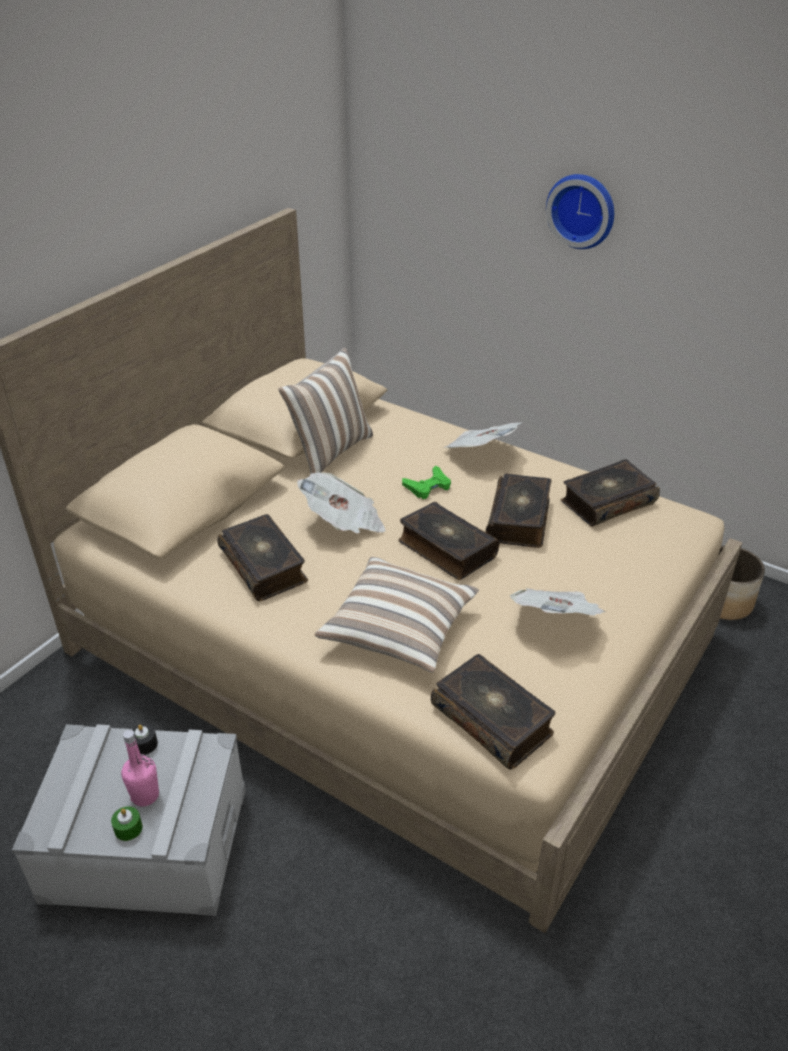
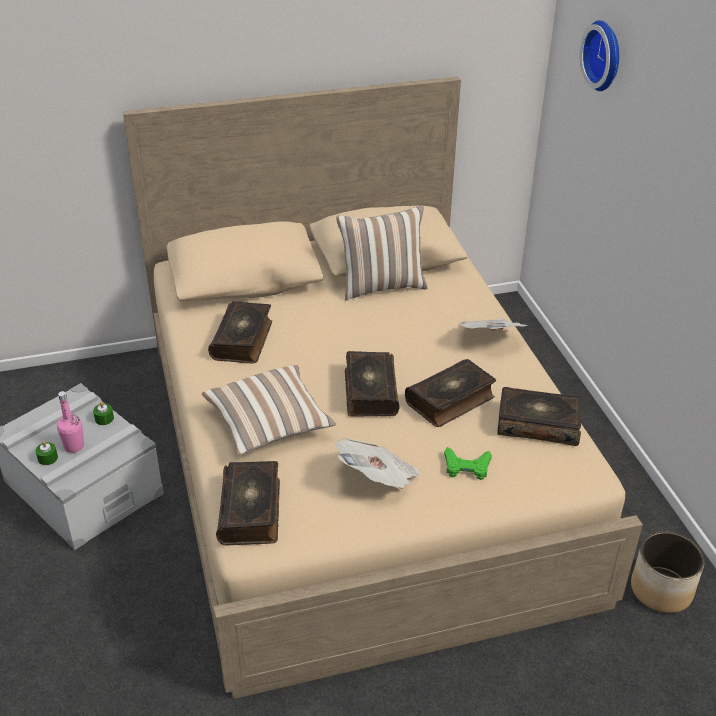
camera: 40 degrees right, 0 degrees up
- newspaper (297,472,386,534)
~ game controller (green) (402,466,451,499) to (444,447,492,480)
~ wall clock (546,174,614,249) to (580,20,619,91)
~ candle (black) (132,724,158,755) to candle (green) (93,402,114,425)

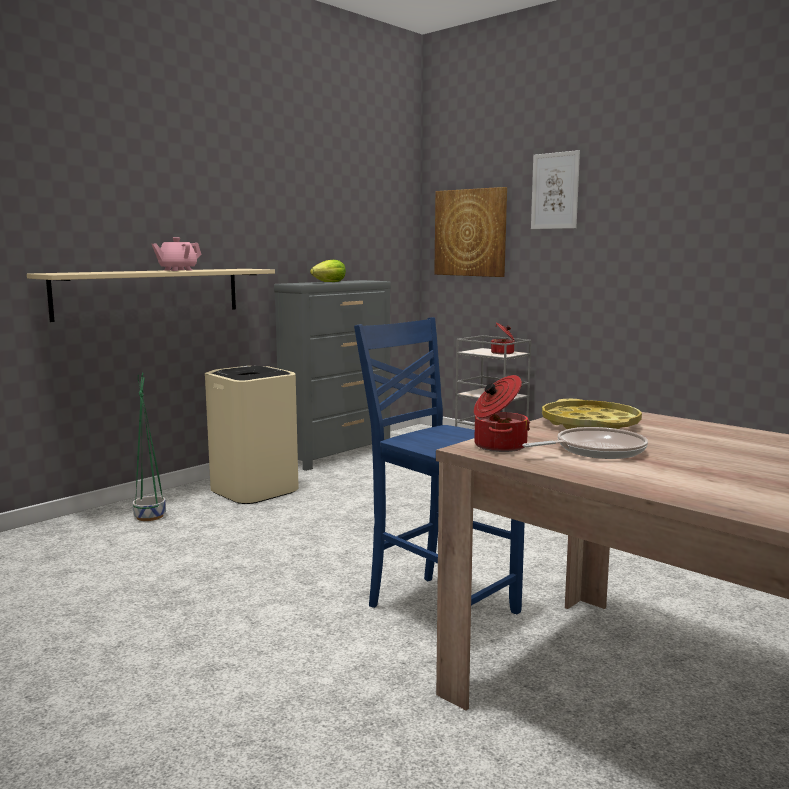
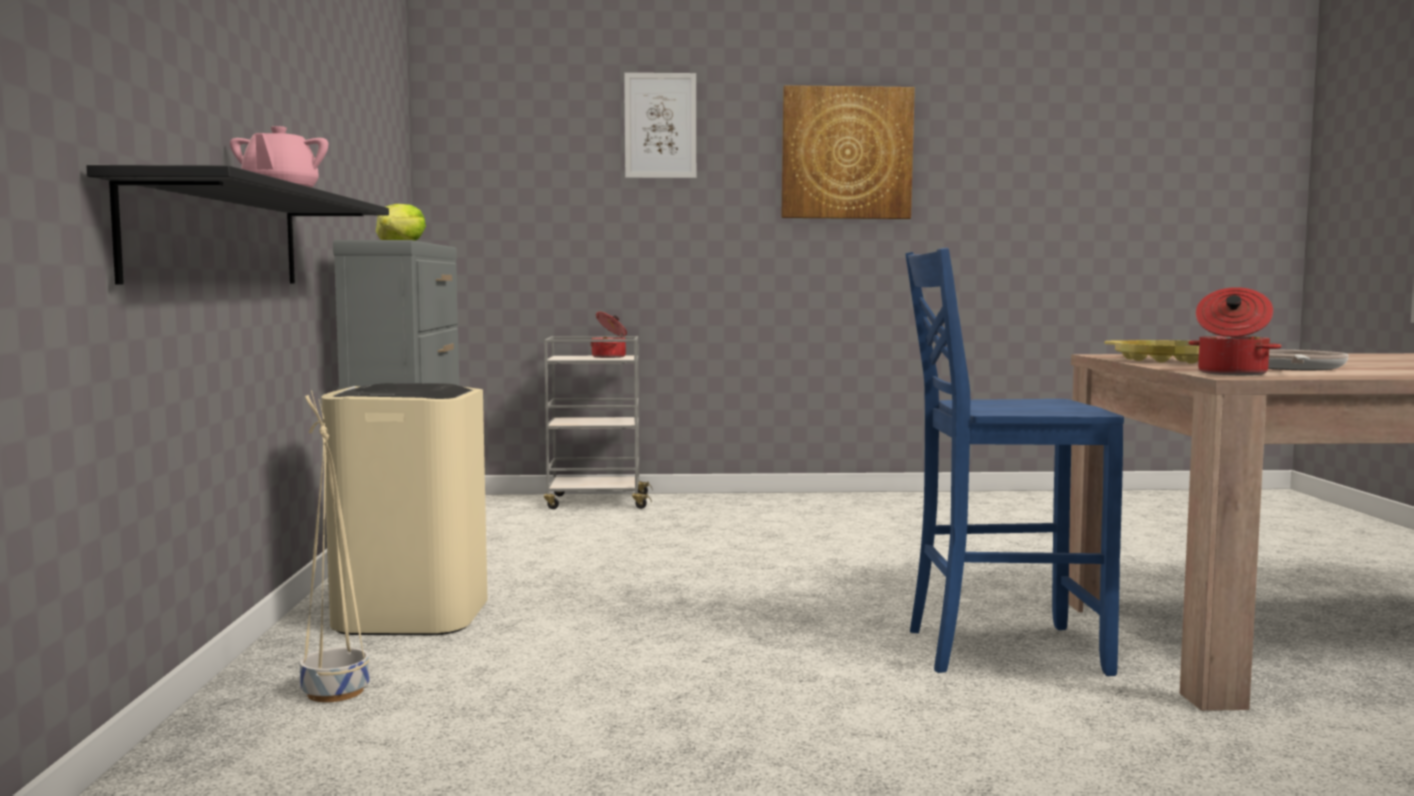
camera: 45 degrees left, 5 degrees down
~ picture (434,187,507,277) to (781,85,915,219)
~ shelf (beige) (27,269,275,322) to shelf (black) (87,165,389,284)
~ planter (green) (133,372,166,521) to planter (beige) (300,390,370,702)

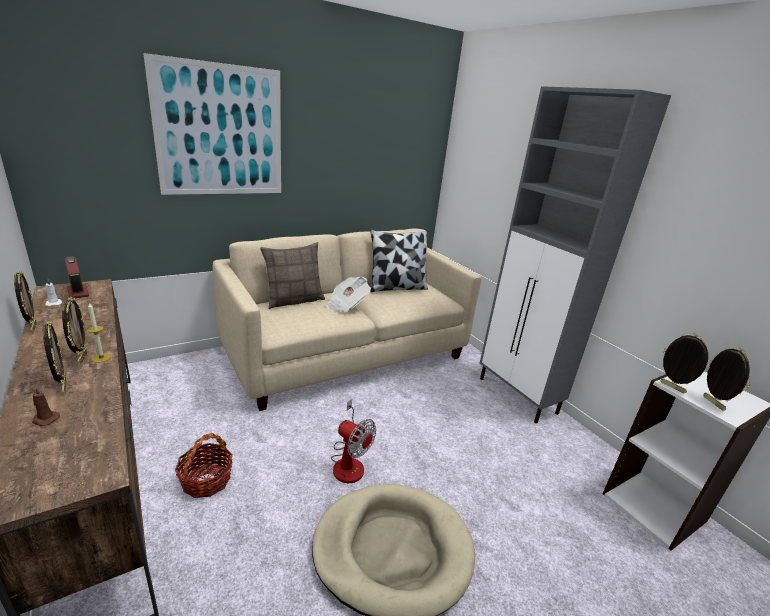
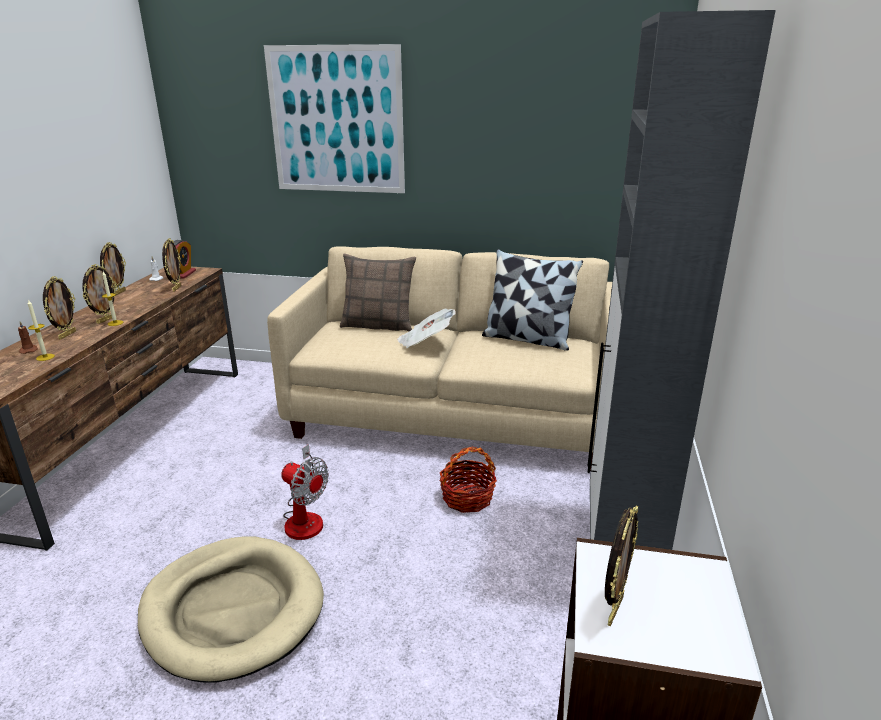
camera: 45 degrees right, 0 degrees up
+ candle (28,299,55,361)
~ basket (175,433,233,498) to (439,447,497,513)
~ picture frame (660,333,710,393) to (162,238,182,292)
~ fan (331,399,376,483) = (281,444,329,540) 45 degrees counterclockwise

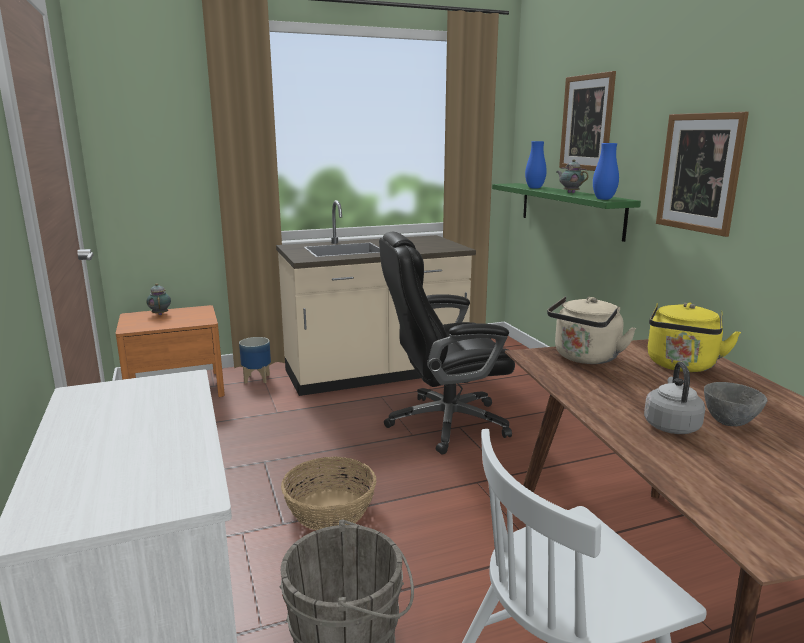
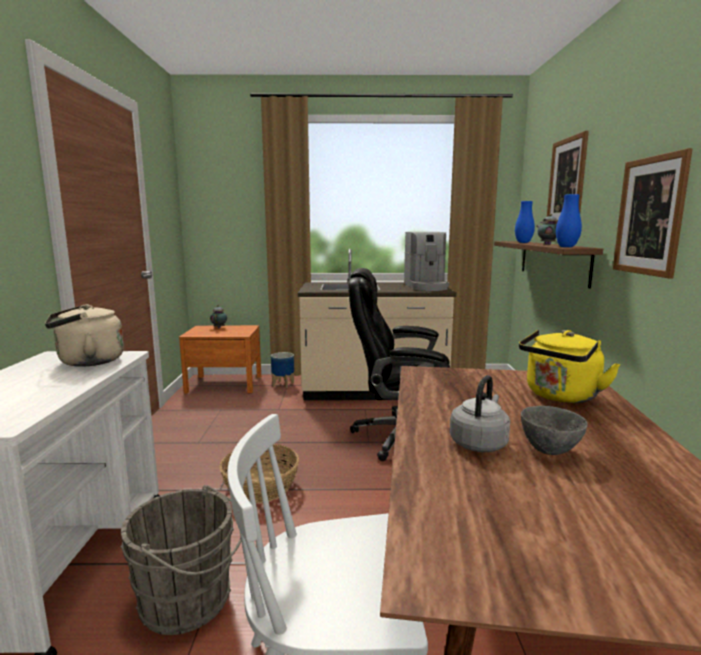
camera: 20 degrees right, 5 degrees down
+ coffee machine (404,232,449,291)
~ kettle (beige) (547,296,636,364) to (45,304,124,367)
~ shelf (green) (492,183,641,242) to shelf (brown) (494,241,603,288)

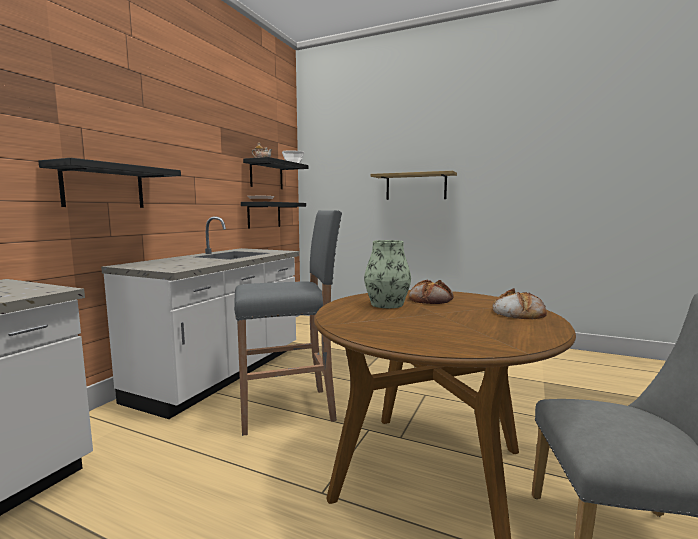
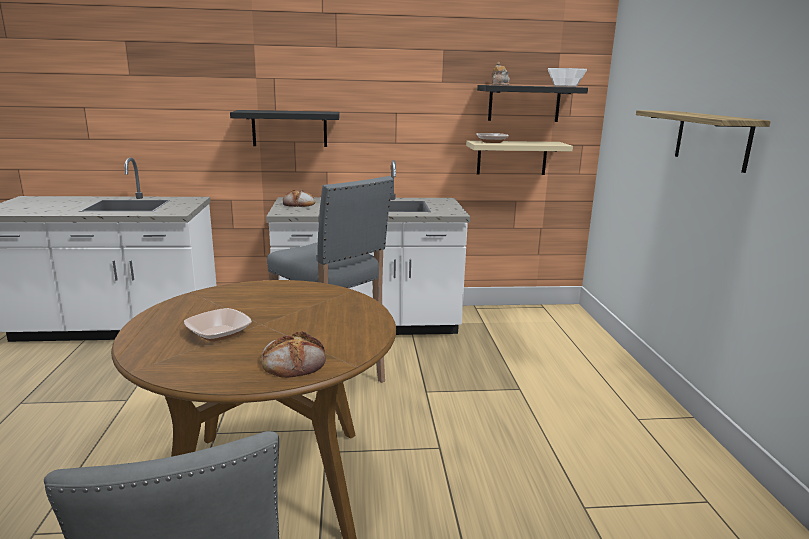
camera: 60 degrees right, 10 degrees up
- vase (364,240,411,308)
+ bowl (184,308,252,342)
~ bread (409,280,454,304) to (282,189,316,207)
~ shelf (black) (241,202,306,229) to shelf (beige) (466,141,573,175)

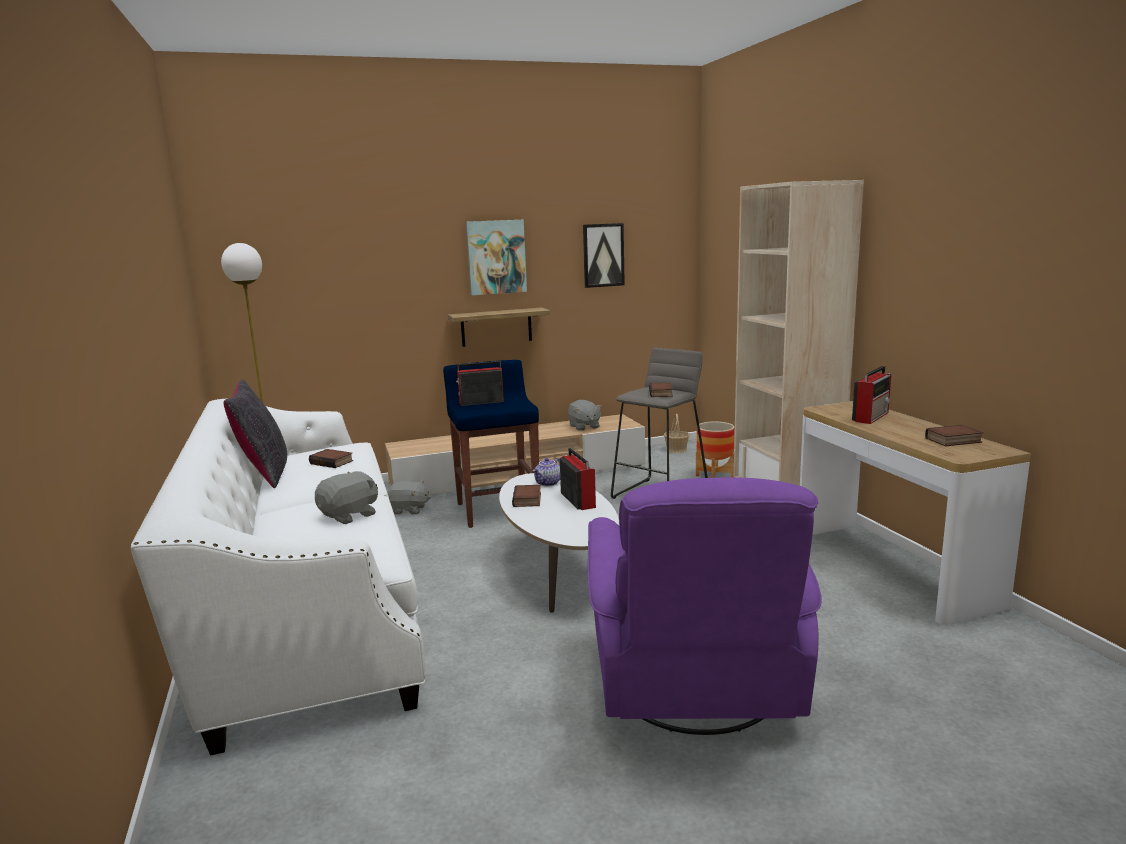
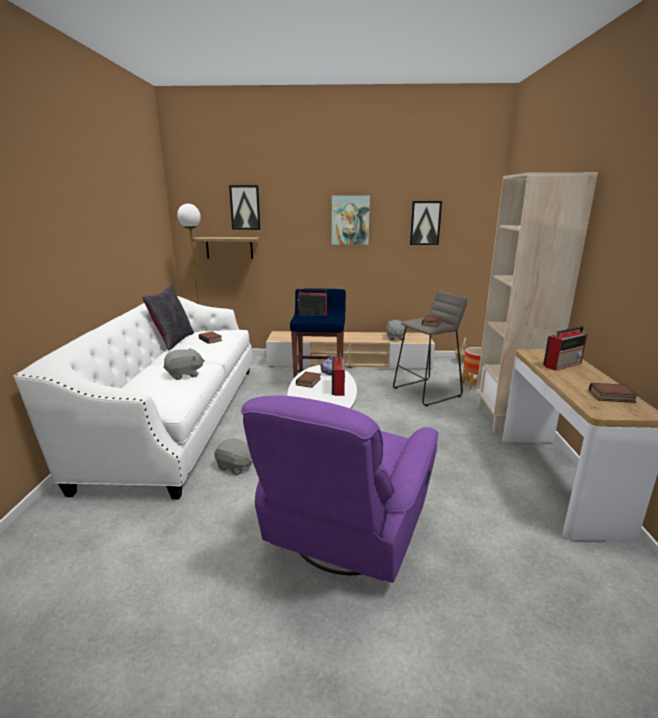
camera: 20 degrees right, 5 degrees up
+ picture (229,185,261,230)
~ plush toy (grey) (387,481,431,514) to (214,438,253,475)
~ shelf (448,308,550,347) to (192,237,260,259)

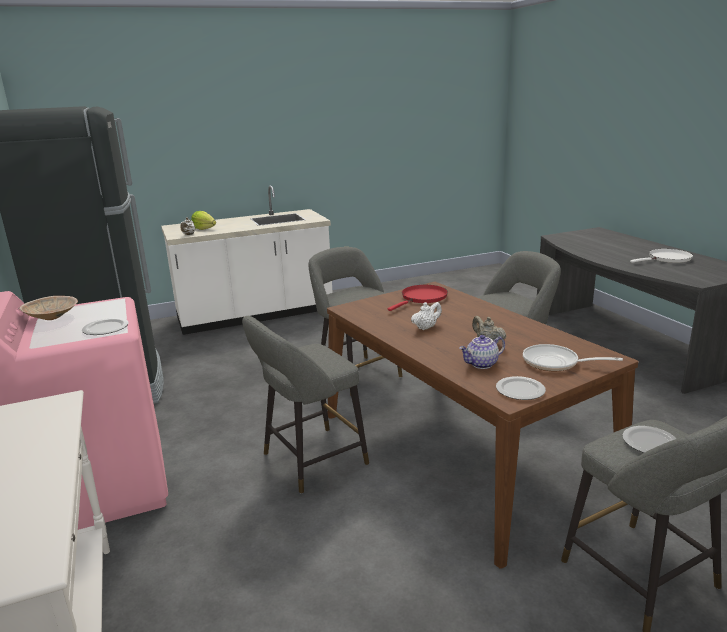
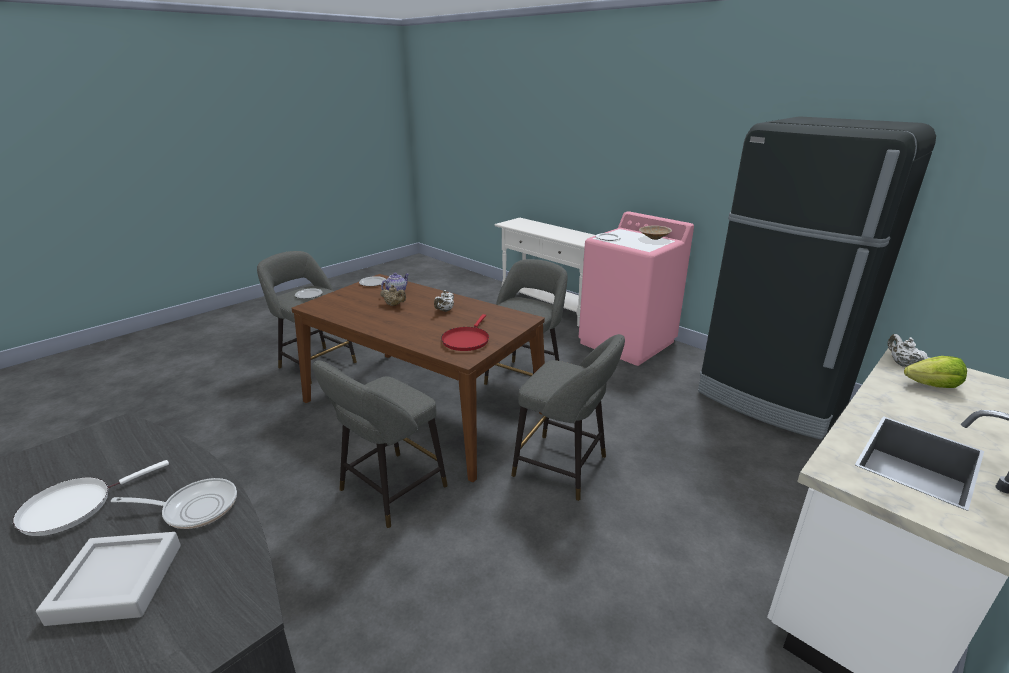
camera: 155 degrees right, 5 degrees up
+ tray (grey) (36,532,181,626)
~ frying pan (523,344,623,371) to (111,478,237,529)

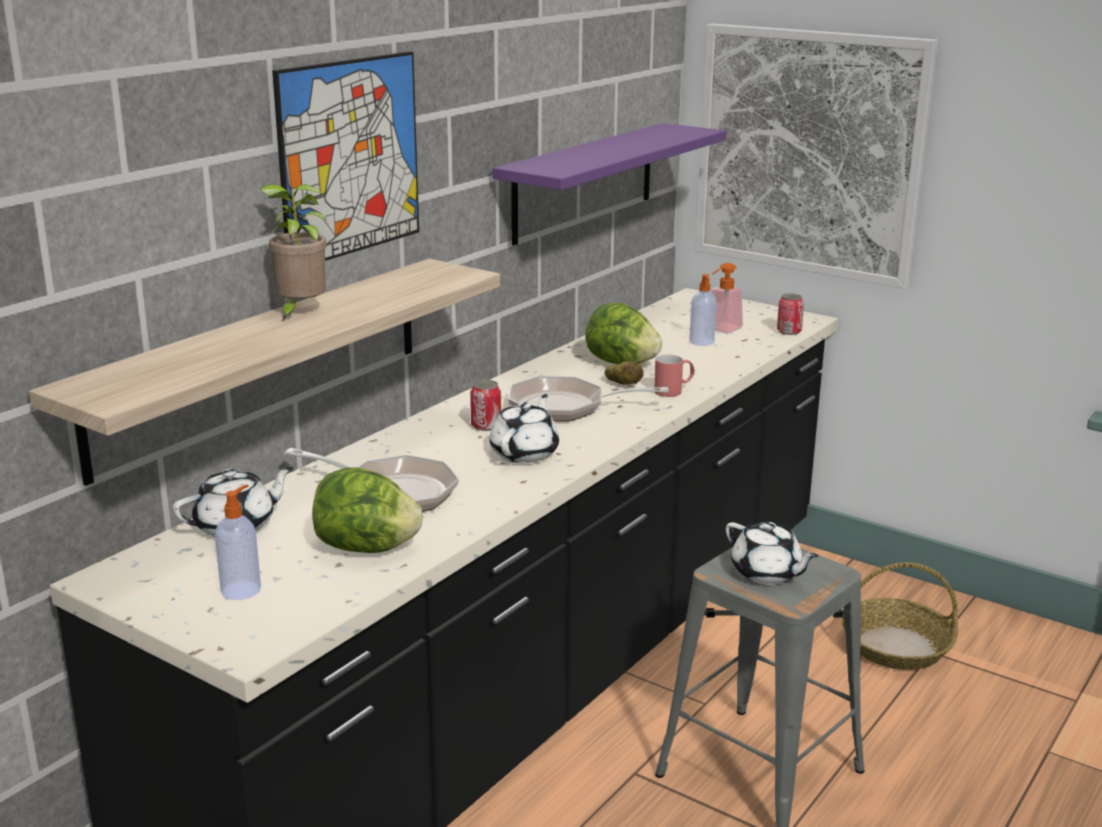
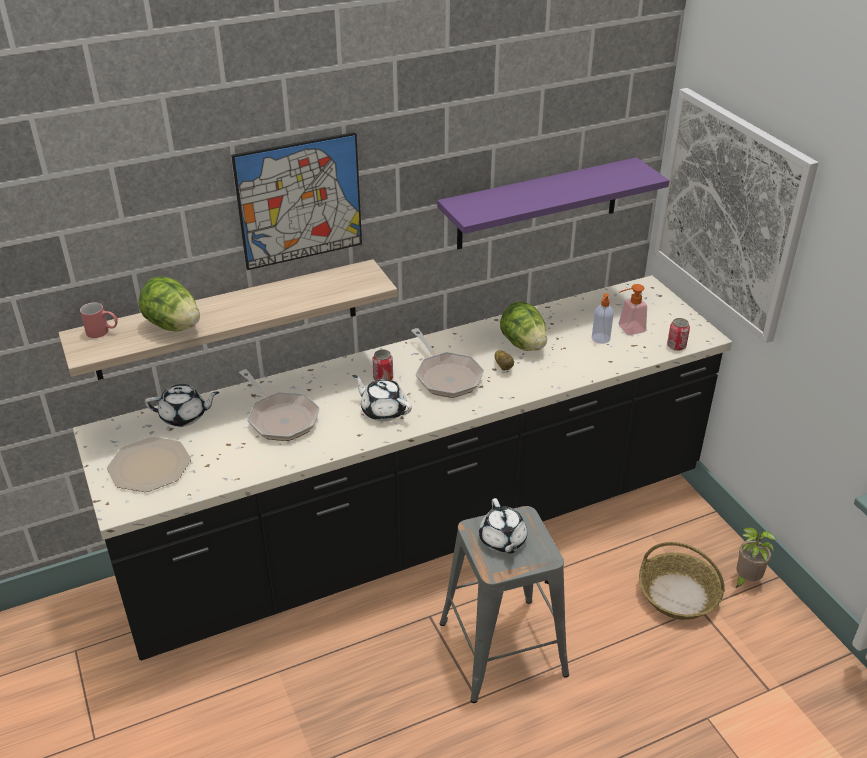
camera: 30 degrees right, 15 degrees up
~ potted plant (259,184,326,321) to (735,528,776,588)
~ lettuce (312,467,423,553) to (139,277,200,331)
~ mug (red) (654,355,695,397) to (80,302,118,338)
~ soap dispenser (215,484,261,600) to plate (107,437,191,492)
~ teapot (white) (490,394,559,463) = (353,375,412,422) 105 degrees counterclockwise
~ frying pan (508,376,669,421) = (411,328,484,398) 150 degrees counterclockwise

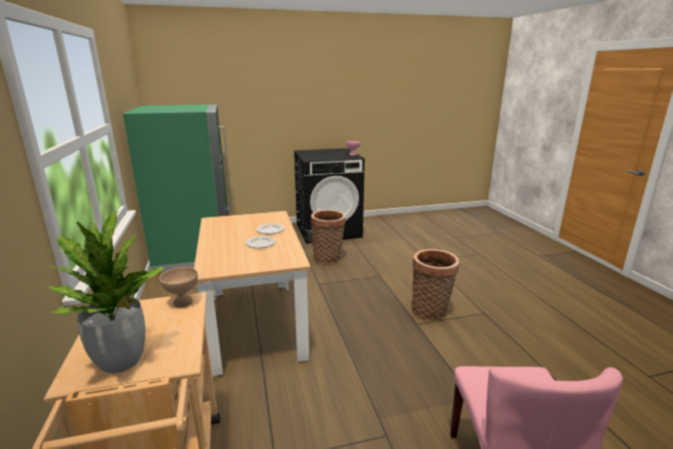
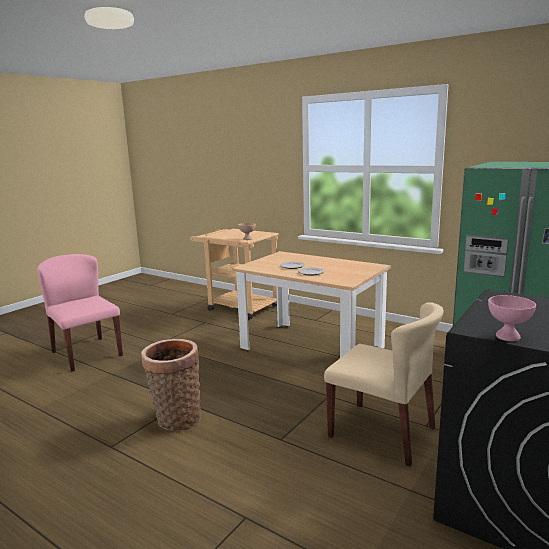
camera: 140 degrees right, 5 degrees down
- potted plant (47,211,165,373)
~ basket (311,210,346,265) to chair (beige) (324,302,444,467)

